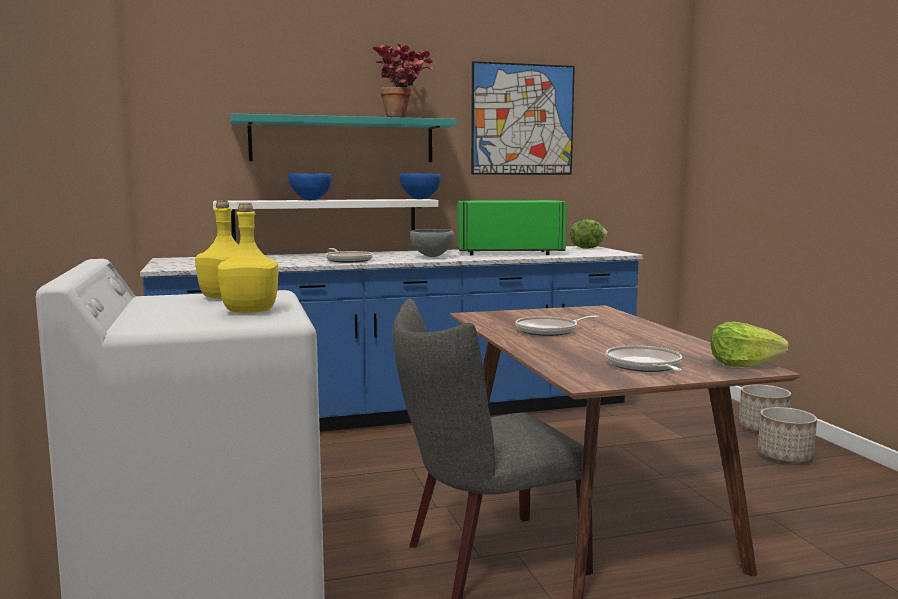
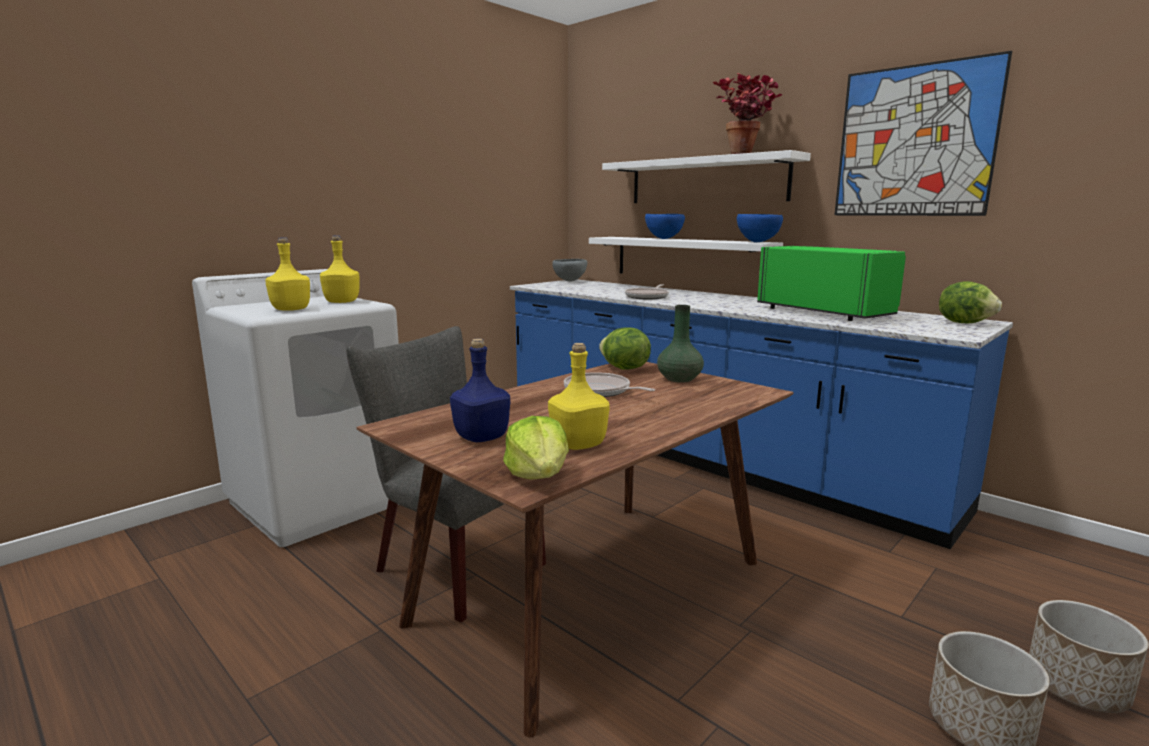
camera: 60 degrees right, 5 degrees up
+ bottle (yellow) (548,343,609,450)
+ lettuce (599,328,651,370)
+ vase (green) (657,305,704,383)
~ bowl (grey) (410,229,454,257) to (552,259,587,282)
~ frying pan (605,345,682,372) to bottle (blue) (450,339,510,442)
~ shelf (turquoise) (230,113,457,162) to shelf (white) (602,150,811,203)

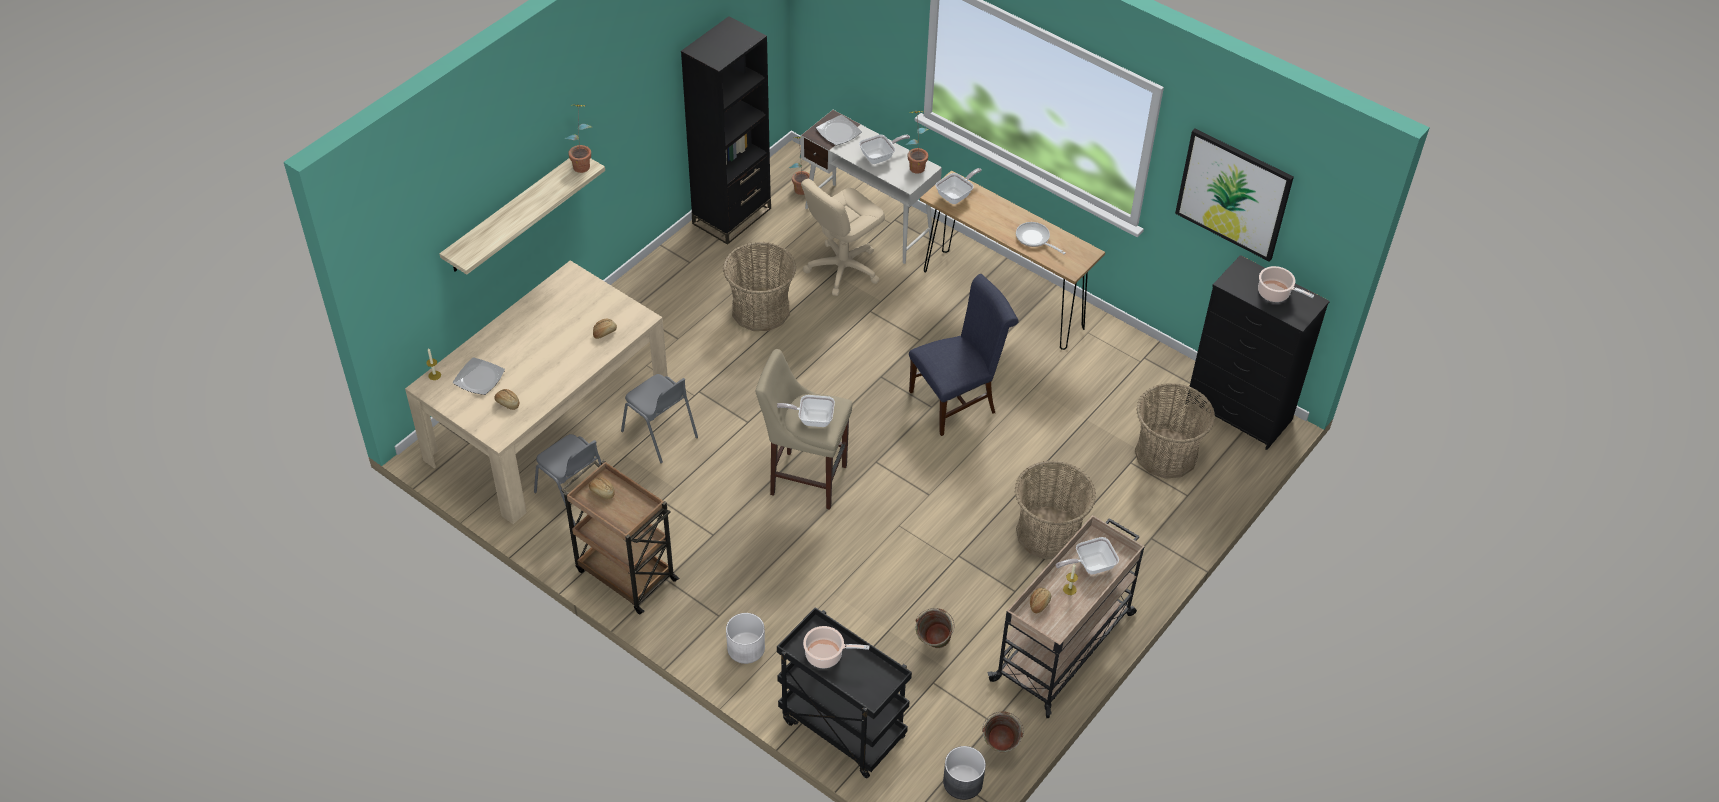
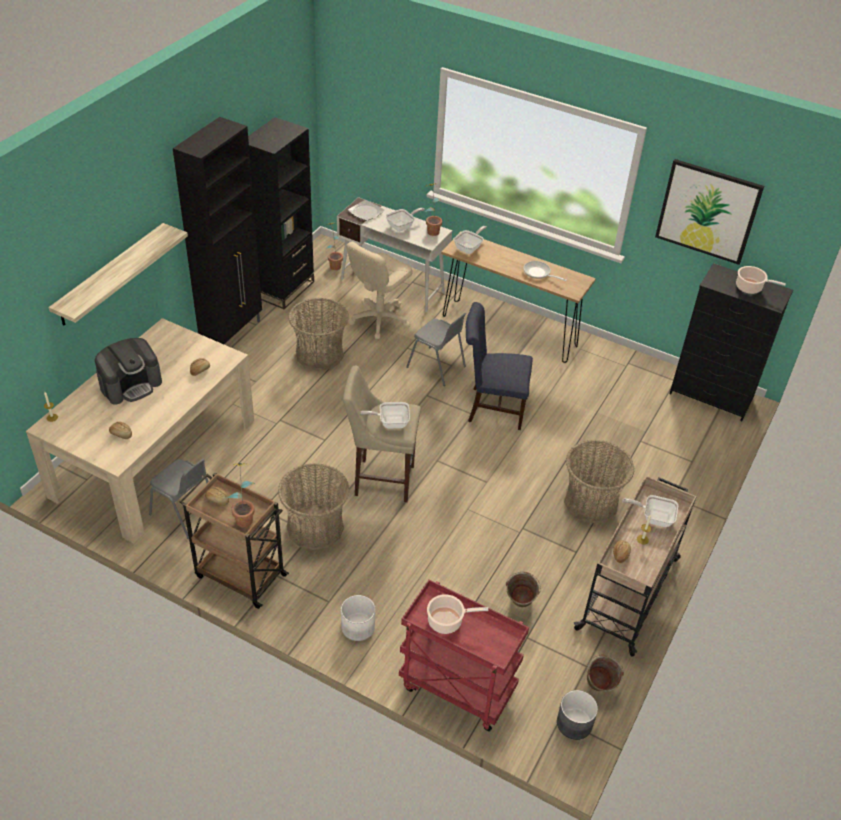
camera: 10 degrees left, 5 degrees down
- plate (453,357,505,395)
+ coffee machine (95,338,162,404)
+ cabinet (black) (173,117,262,344)
~ potted plant (565,104,592,173) to (227,463,255,528)
~ chair (grey) (621,374,698,463) to (406,313,466,386)
~ basket (1135,383,1215,479) to (278,463,349,550)
~ cart (black) (777,607,912,778) to cart (red) (399,579,529,732)
~ chair (blue) (909,274,1019,436) = (466,302,533,430) 135 degrees counterclockwise
~ frying pan (1056,537,1119,574) = (622,495,678,527) 45 degrees clockwise

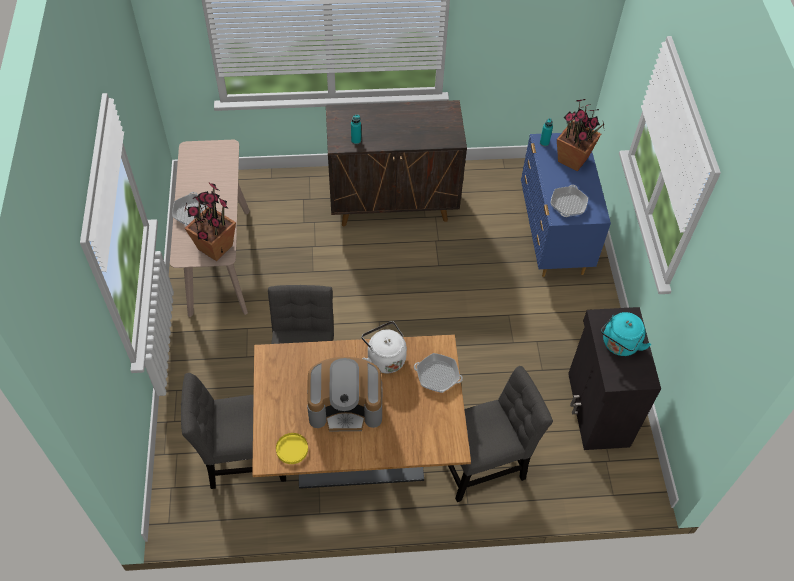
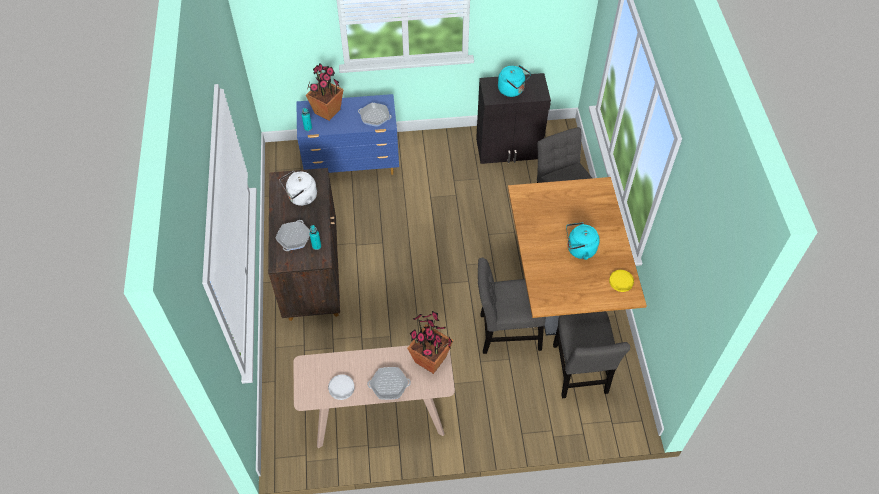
camera: 90 degrees left, 0 degrees up
+ plate (white) (328,374,355,400)
~ kettle (white) (362,321,407,373) to (280,171,317,206)
~ frying pan (414,353,463,393) to (275,220,310,251)
~ coffee machine (307,357,382,431) to kettle (turquoise) (566,222,600,260)

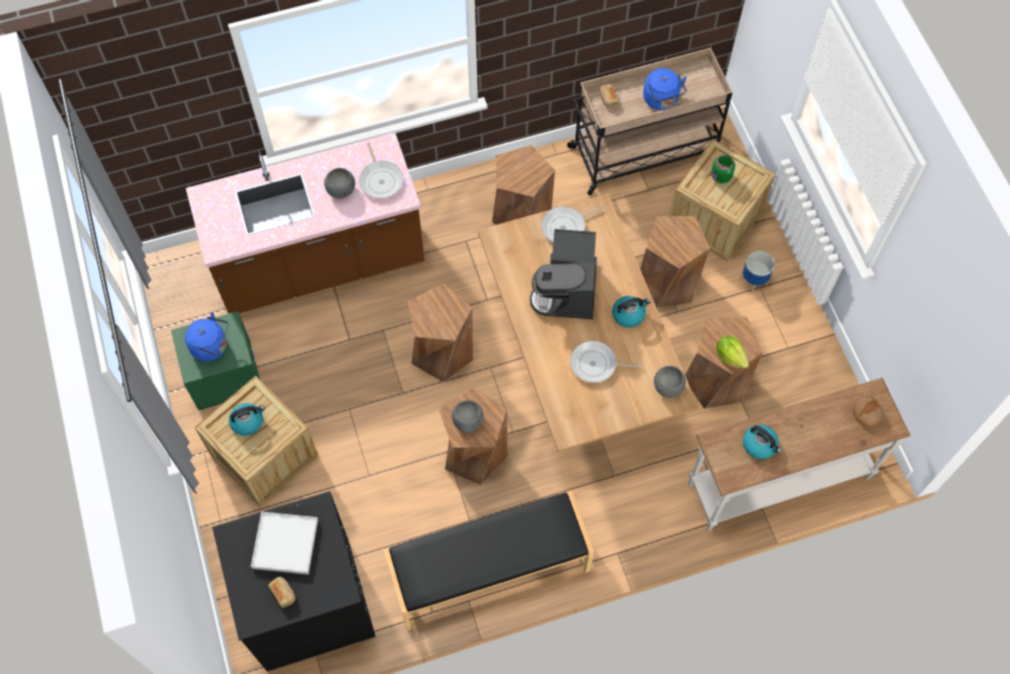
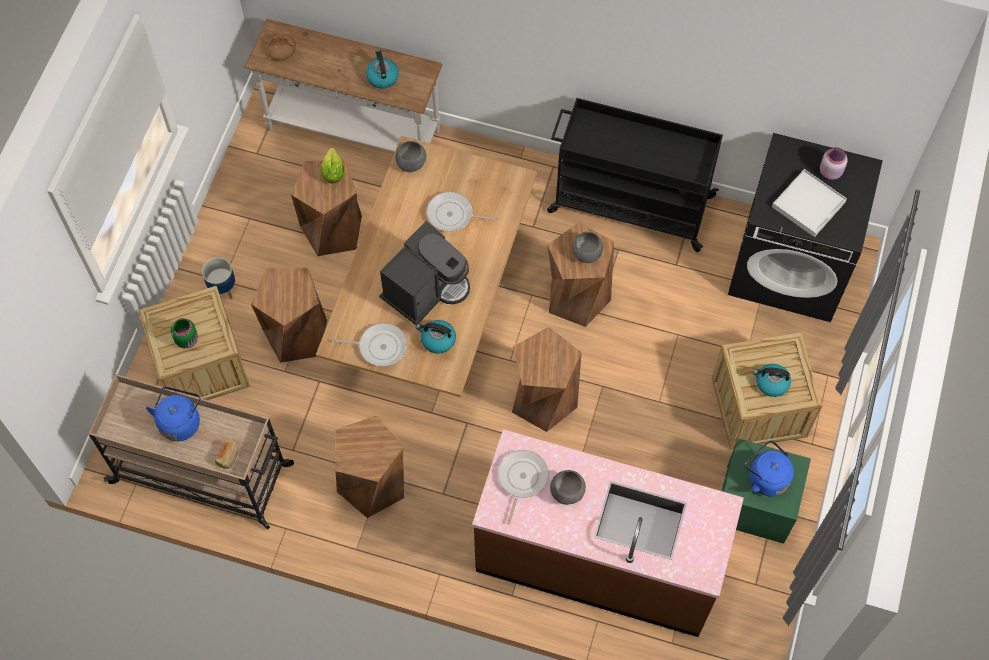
camera: 145 degrees left, 0 degrees up
~ kettle (612,296,651,328) to (416,320,456,354)
~ bread (268,577,296,608) to jar (pink) (820,147,848,180)
~ bench (black) (384,491,594,630) to cart (black) (547,98,723,252)
~ frying pan (570,341,642,383) = (427,192,498,232) 150 degrees clockwise

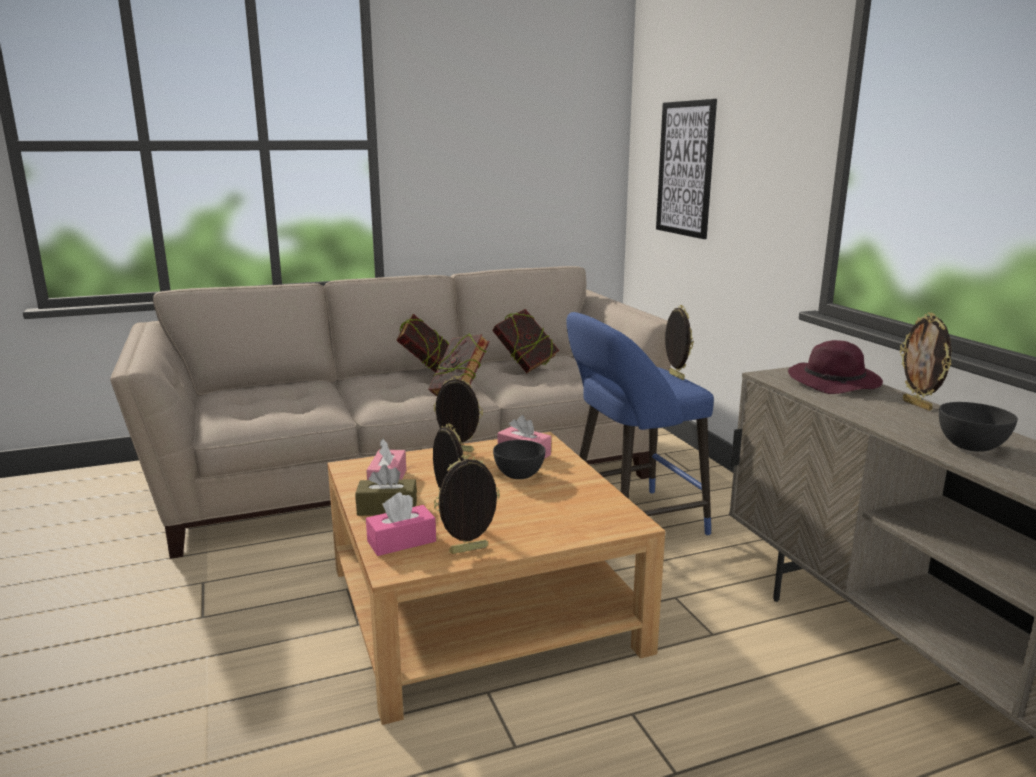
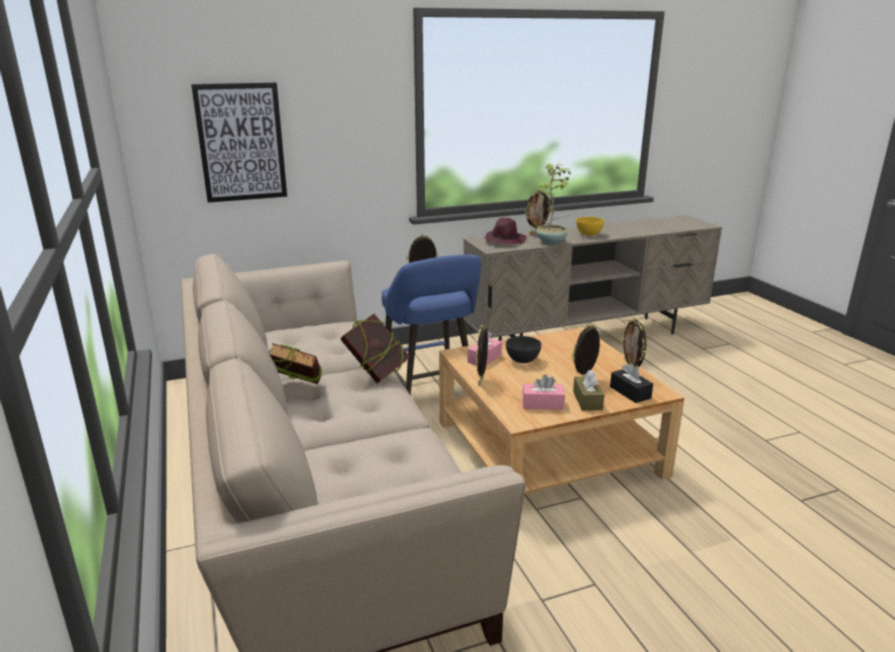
camera: 90 degrees left, 5 degrees up
- book (492,309,559,373)
+ potted plant (536,163,572,245)
~ tissue box (pink) (366,492,436,556) to tissue box (black) (610,363,653,403)
~ bowl (grey) (939,402,1018,452) to bowl (yellow) (576,217,604,236)

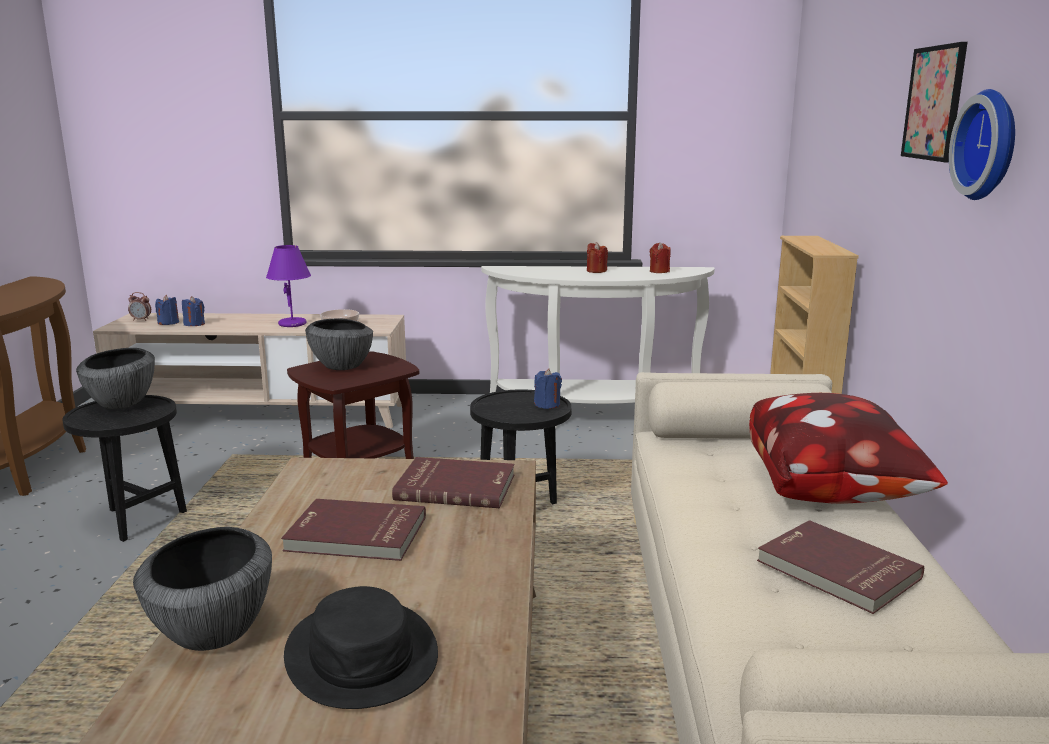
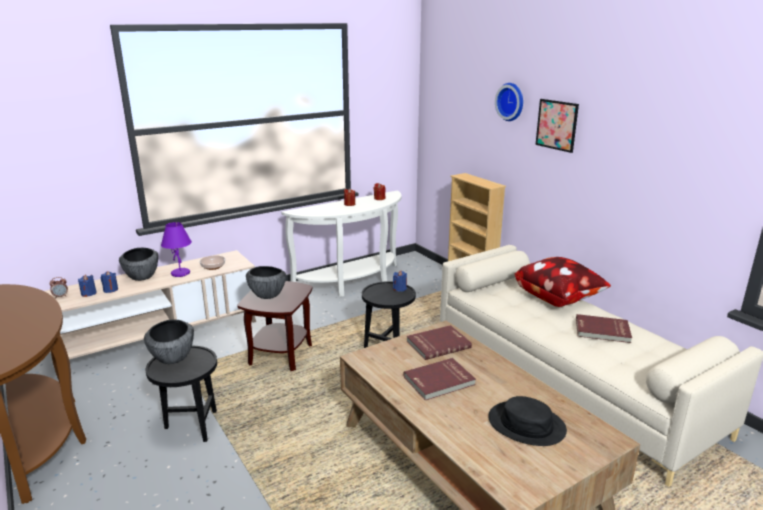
camera: 35 degrees left, 5 degrees up
~ bowl (133,527,272,651) to (119,248,158,281)
~ wall clock (949,89,1015,200) to (495,83,523,121)

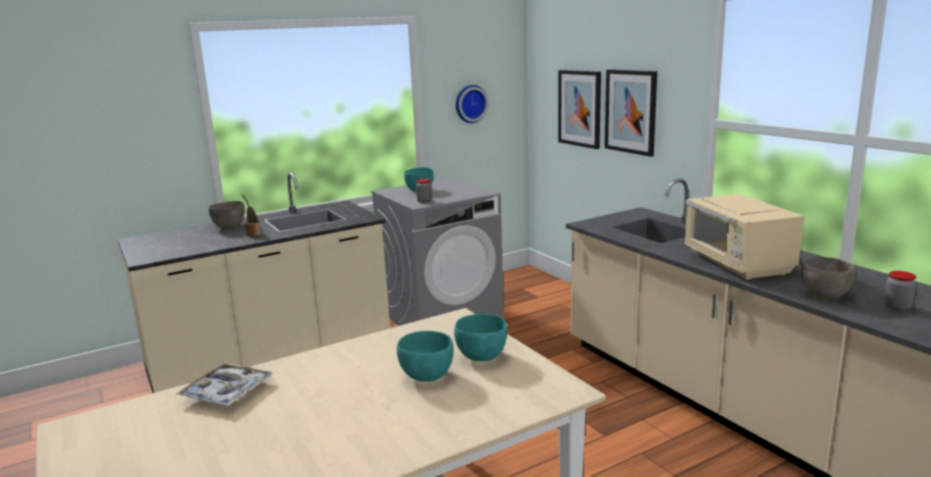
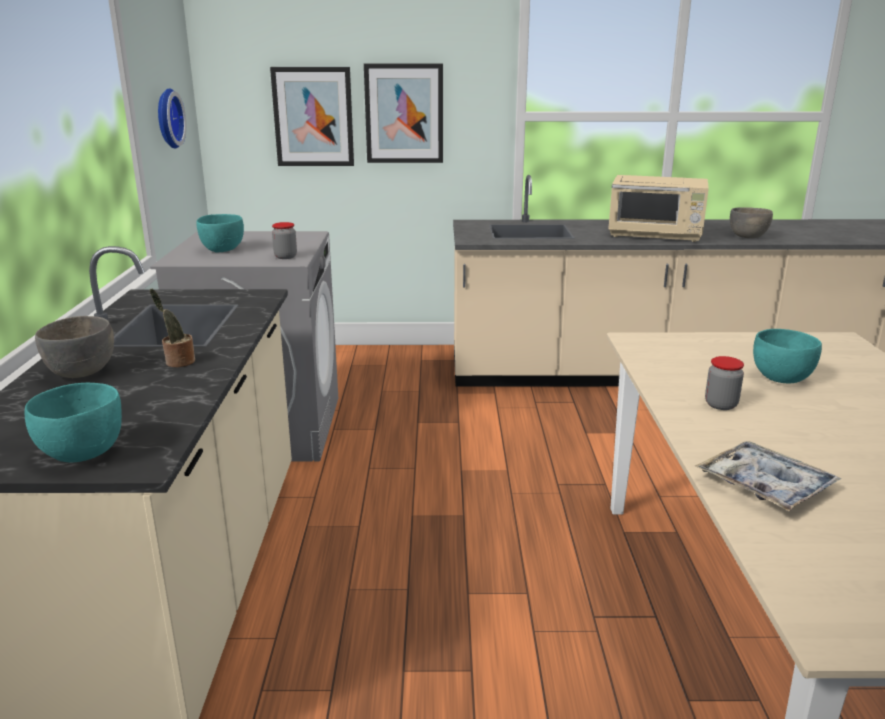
camera: 60 degrees left, 5 degrees up
~ bowl (turquoise) (454,314,507,361) to (25,383,122,462)
~ jar (884,271,916,311) to (705,356,744,410)

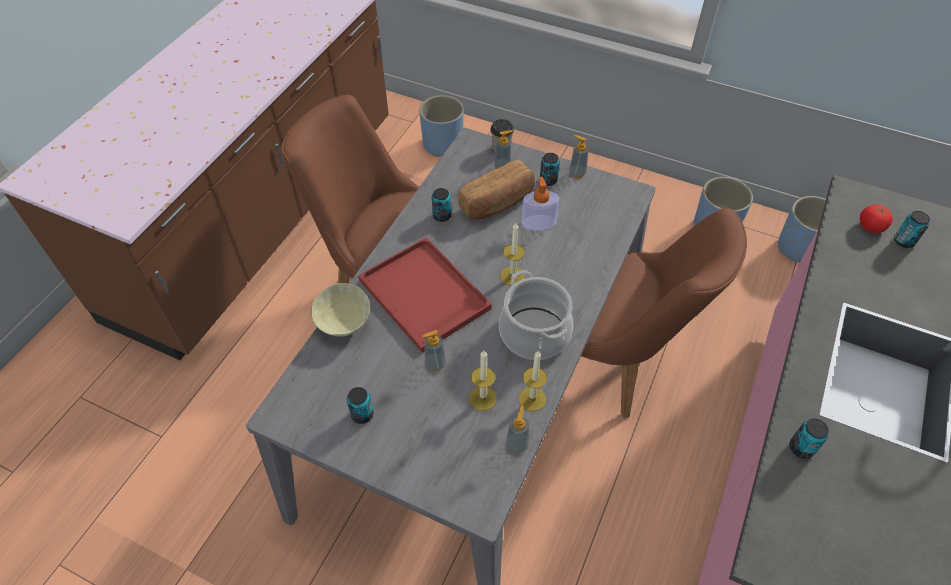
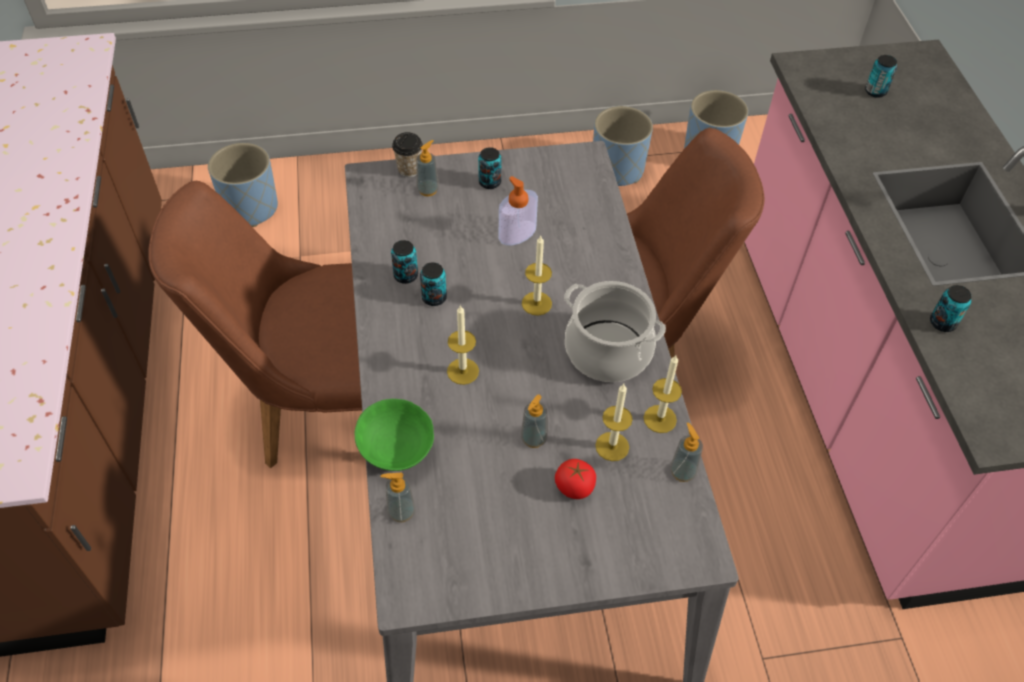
camera: 35 degrees left, 0 degrees up
- bread (458,160,535,220)
~ can (347,387,374,424) to (420,262,447,306)
~ soap dispenser (569,135,589,178) to (381,473,416,523)
~ tomato (860,205,893,233) to (555,459,596,499)
~ tray (red) (358,237,492,353) to candle (447,305,479,385)
~ bowl (beige) (311,283,370,337) to bowl (green) (354,399,434,471)

